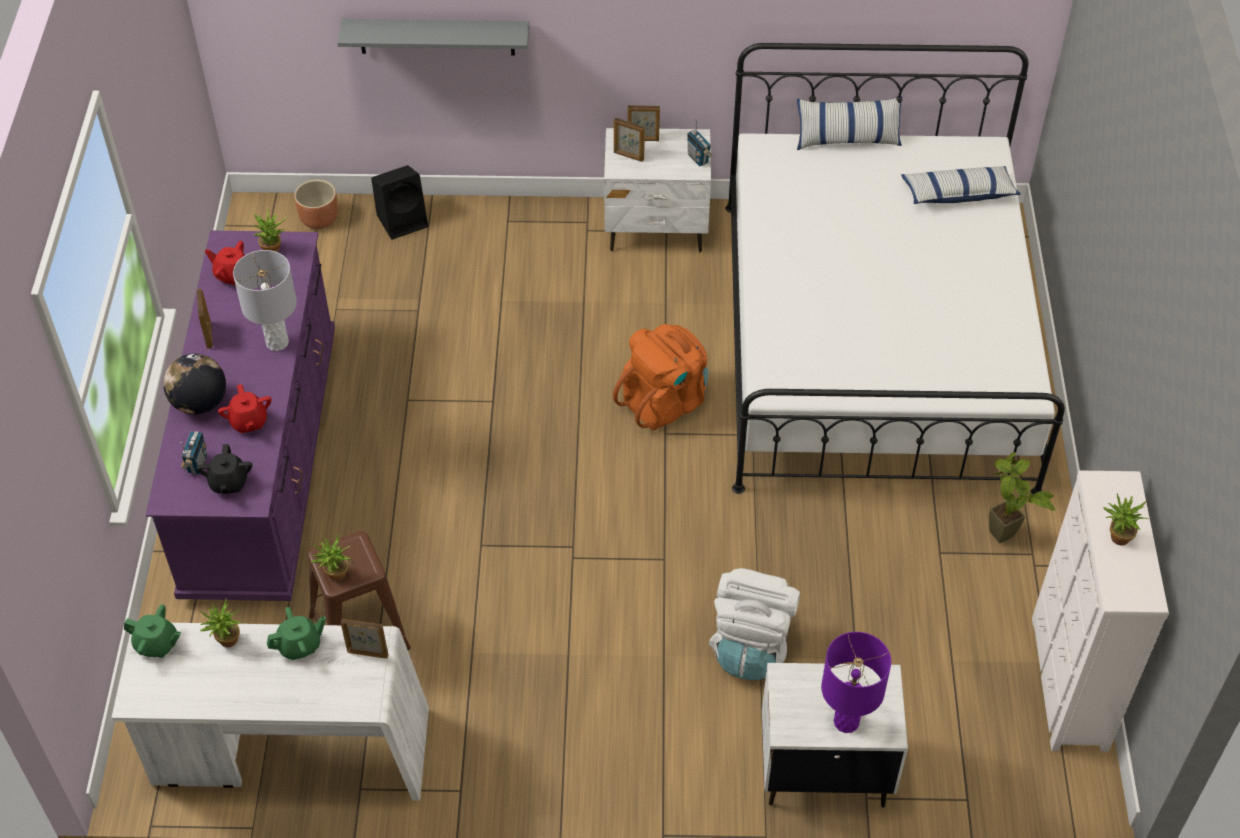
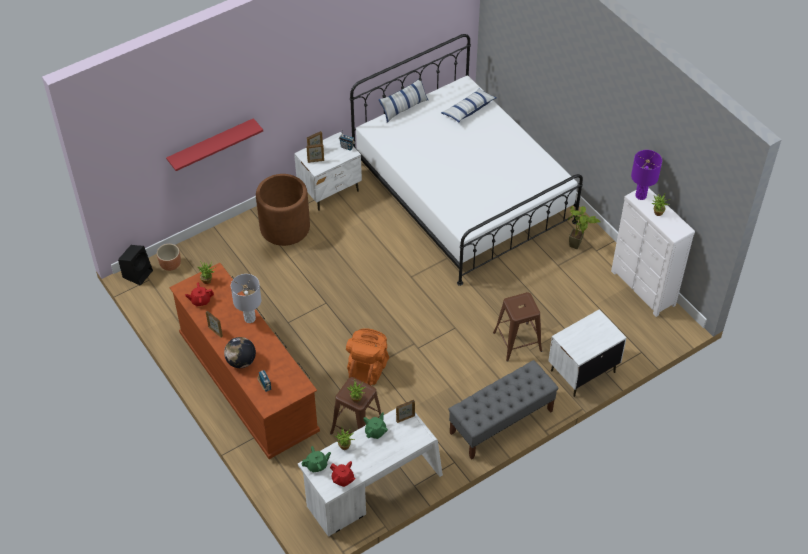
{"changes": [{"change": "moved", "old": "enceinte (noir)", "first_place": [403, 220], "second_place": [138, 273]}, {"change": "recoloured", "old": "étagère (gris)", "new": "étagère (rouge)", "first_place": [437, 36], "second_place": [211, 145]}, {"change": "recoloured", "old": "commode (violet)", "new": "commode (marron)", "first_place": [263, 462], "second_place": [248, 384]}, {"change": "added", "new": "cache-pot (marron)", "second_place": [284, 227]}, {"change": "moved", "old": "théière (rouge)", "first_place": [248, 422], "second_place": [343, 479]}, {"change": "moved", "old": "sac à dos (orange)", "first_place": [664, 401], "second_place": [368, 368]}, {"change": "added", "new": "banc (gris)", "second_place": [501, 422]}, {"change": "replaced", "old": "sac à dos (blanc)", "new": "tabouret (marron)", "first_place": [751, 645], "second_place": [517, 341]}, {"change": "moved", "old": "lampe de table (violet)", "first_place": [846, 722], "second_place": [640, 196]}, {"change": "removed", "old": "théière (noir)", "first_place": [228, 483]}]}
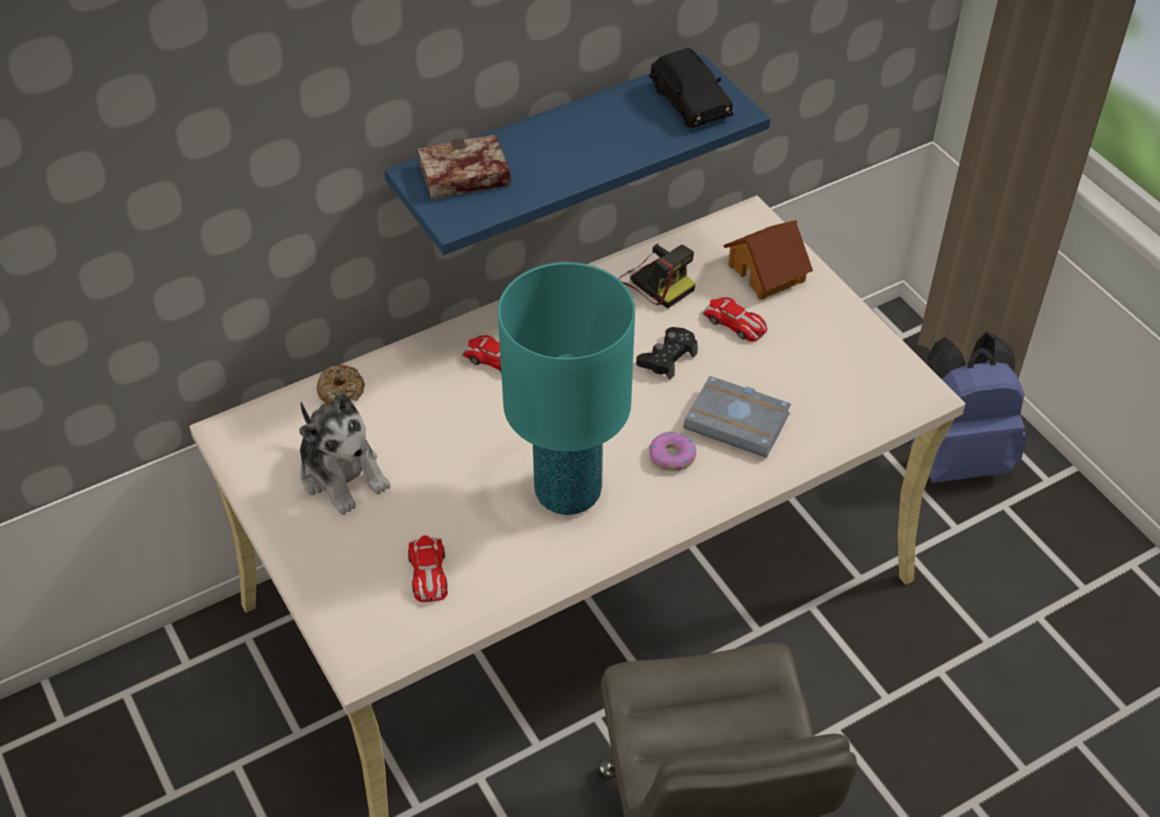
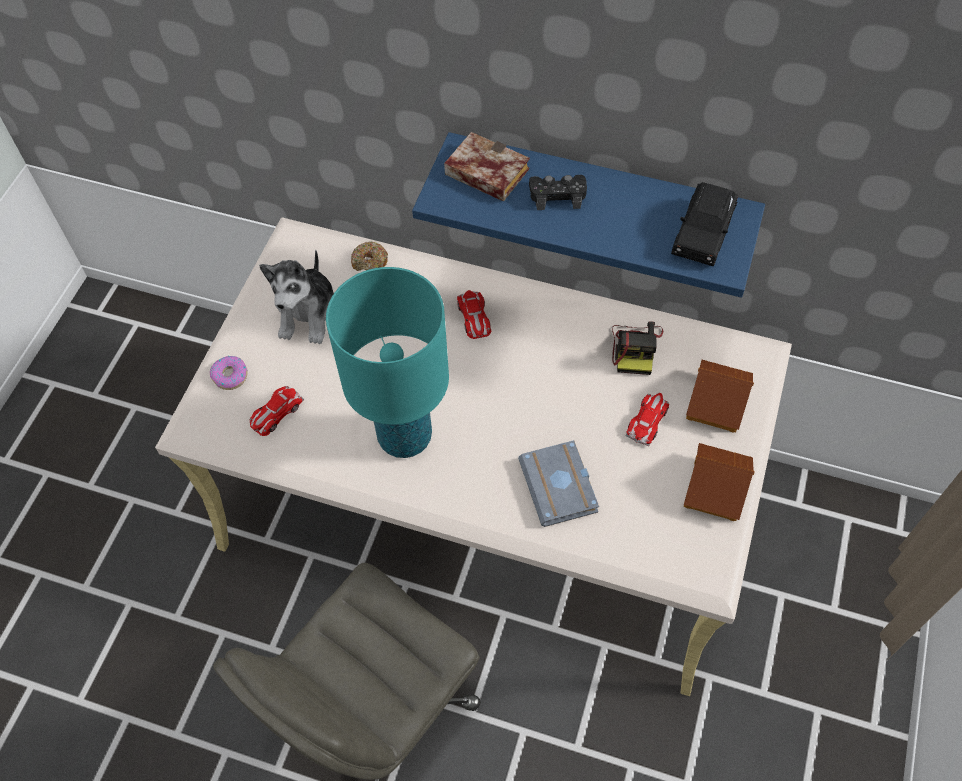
{"changes": [{"change": "moved", "old": "beignet", "first_place": [672, 456], "second_place": [230, 376]}, {"change": "moved", "old": "manette (noir)", "first_place": [667, 358], "second_place": [557, 195]}, {"change": "turned", "old": "petite voiture", "first_place": [735, 323], "second_place": [648, 420], "degrees": -150}, {"change": "added", "new": "maison miniature", "second_place": [716, 490]}, {"change": "removed", "old": "sac à dos (bleu)", "first_place": [956, 458]}]}
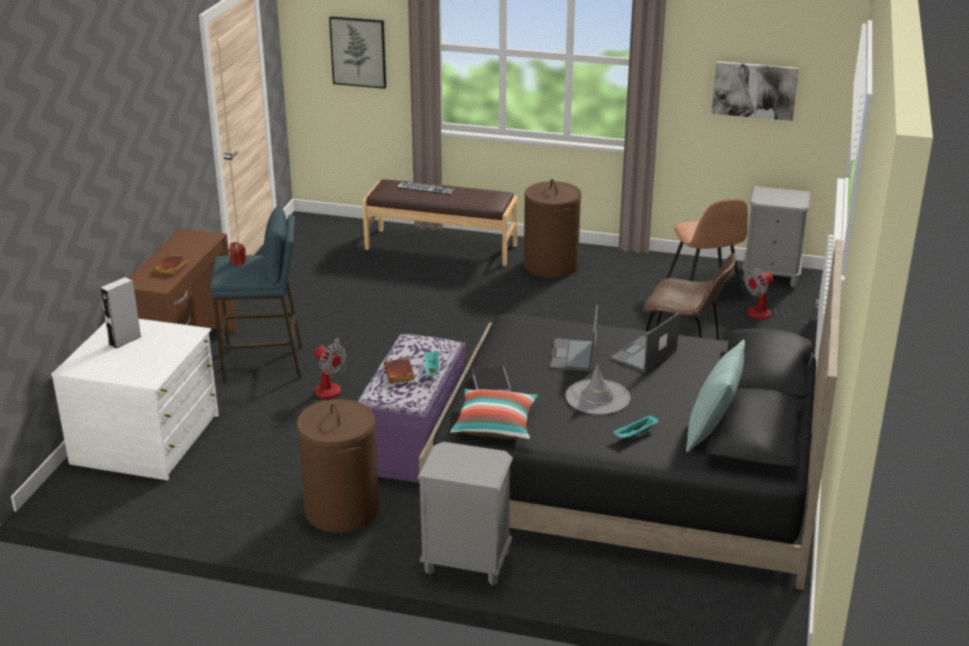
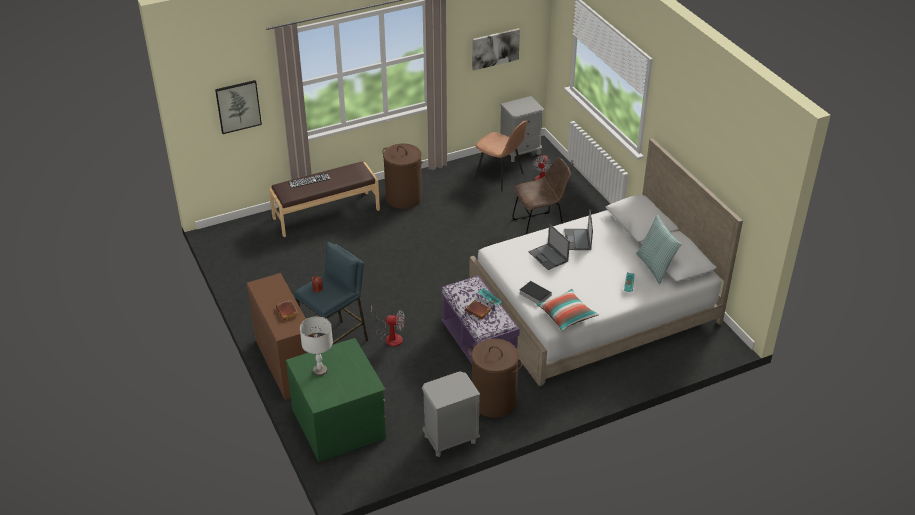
{"changes": [{"change": "recoloured", "old": "commode (blanc)", "new": "commode (vert)", "first_place": [148, 439], "second_place": [340, 423]}, {"change": "replaced", "old": "enceinte (gris)", "new": "lampe de table (gris)", "first_place": [125, 340], "second_place": [320, 371]}, {"change": "moved", "old": "table de chevet (gris)", "first_place": [466, 562], "second_place": [450, 439]}, {"change": "recoloured", "old": "lit (noir)", "new": "lit (blanc)", "first_place": [628, 476], "second_place": [594, 307]}, {"change": "removed", "old": "chapeau (gris)", "first_place": [597, 397]}]}
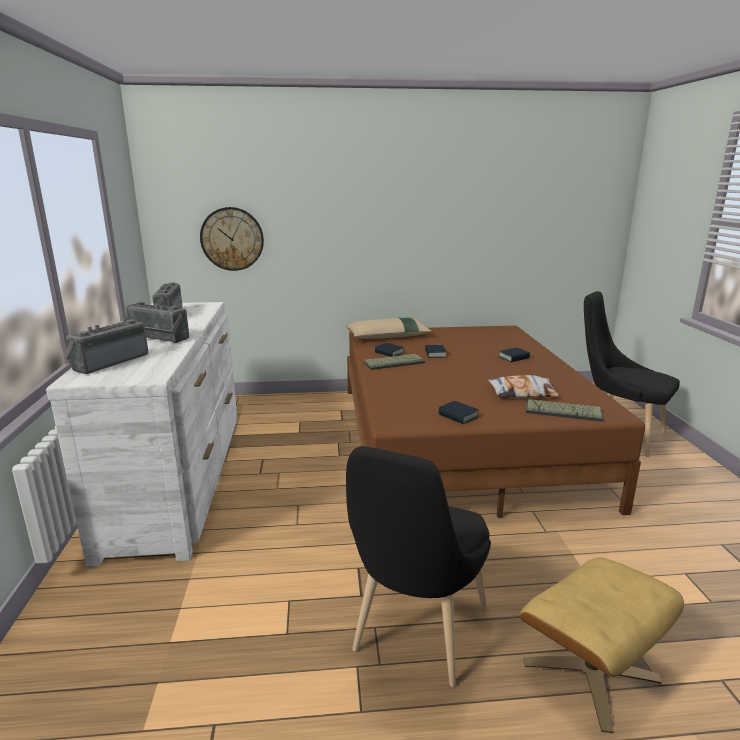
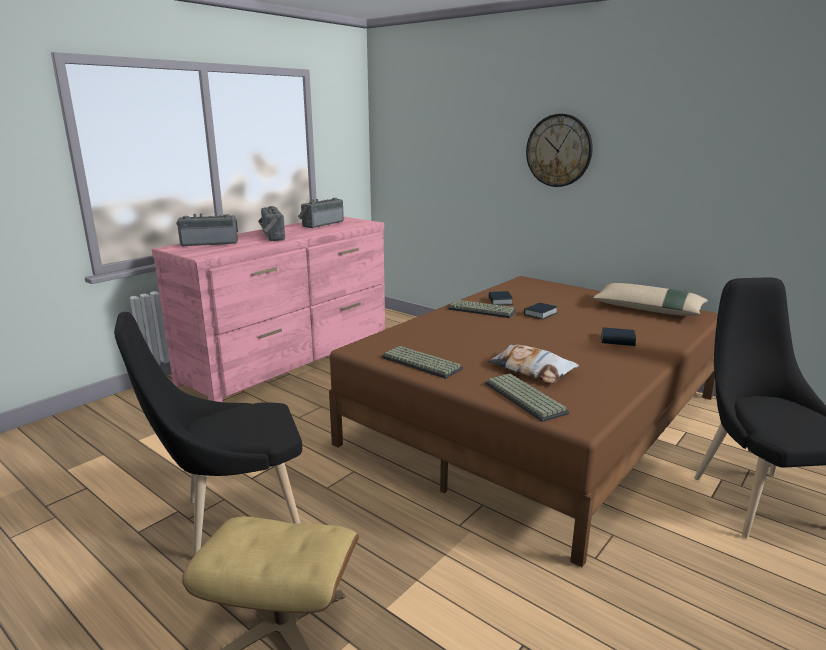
{"changes": [{"change": "recoloured", "old": "commode (blanc)", "new": "commode (rose)", "first_place": [179, 477], "second_place": [291, 358]}, {"change": "replaced", "old": "livre", "new": "clavier", "first_place": [458, 416], "second_place": [419, 363]}, {"change": "moved", "old": "horloge murale", "first_place": [232, 239], "second_place": [559, 150]}, {"change": "moved", "old": "coussin (beige)", "first_place": [388, 337], "second_place": [648, 309]}]}
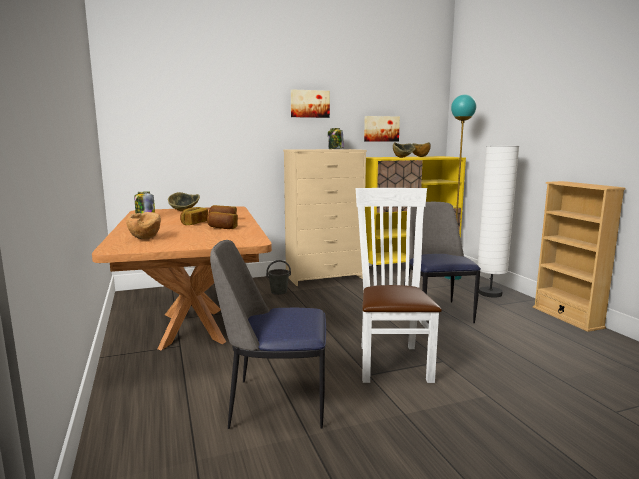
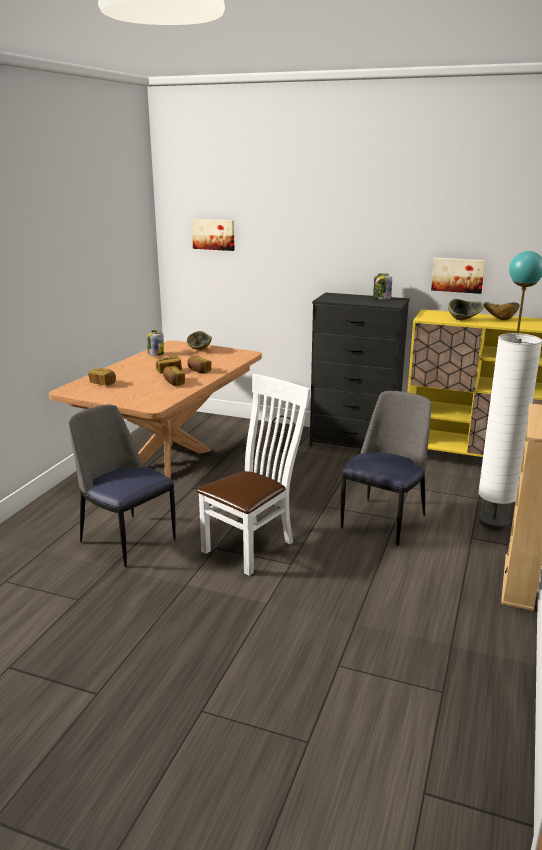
{"changes": [{"change": "replaced", "old": "bol (marron)", "new": "pain", "first_place": [145, 238], "second_place": [103, 383]}, {"change": "moved", "old": "tableau", "first_place": [309, 104], "second_place": [213, 234]}, {"change": "recoloured", "old": "commode (beige)", "new": "commode (noir)", "first_place": [324, 277], "second_place": [355, 444]}]}
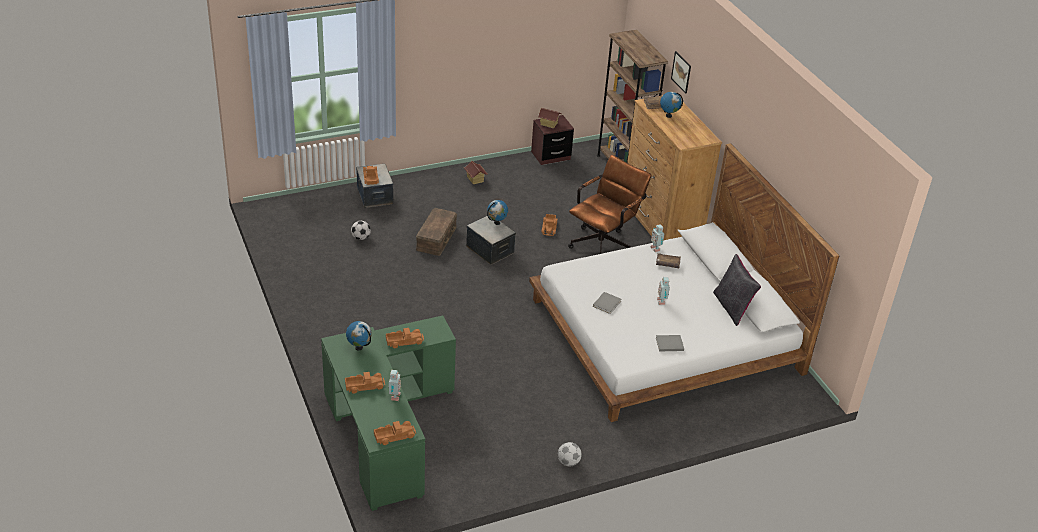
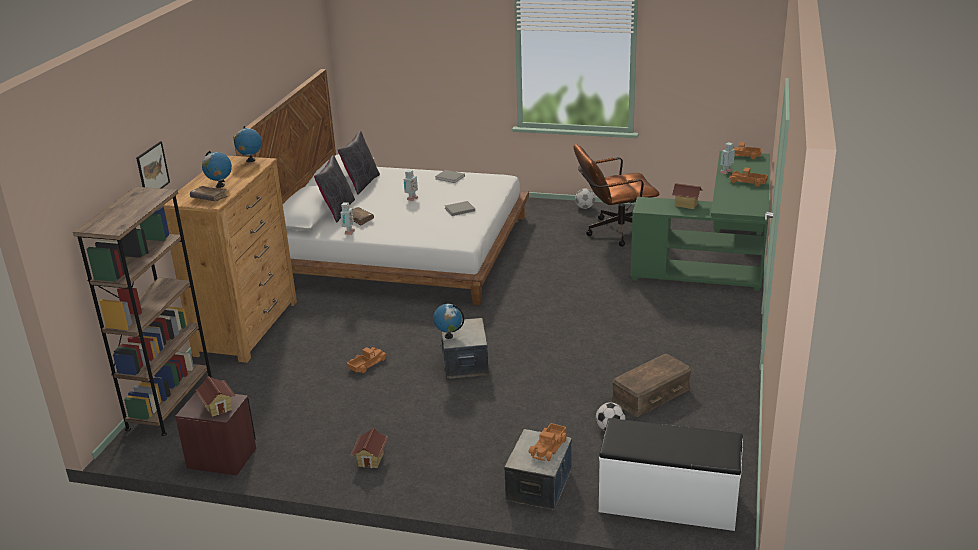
{"changes": [{"change": "moved", "old": "globe", "first_place": [359, 347], "second_place": [250, 160]}, {"change": "added", "new": "coussin (noir)", "second_place": [337, 210]}, {"change": "moved", "old": "chaise de bureau (marron)", "first_place": [604, 242], "second_place": [614, 232]}, {"change": "added", "new": "banc (blanc)", "second_place": [668, 502]}, {"change": "moved", "old": "boîte de rangement (marron)", "first_place": [436, 238], "second_place": [651, 395]}, {"change": "replaced", "old": "camion jouet", "new": "maison miniature", "first_place": [404, 341], "second_place": [686, 205]}]}
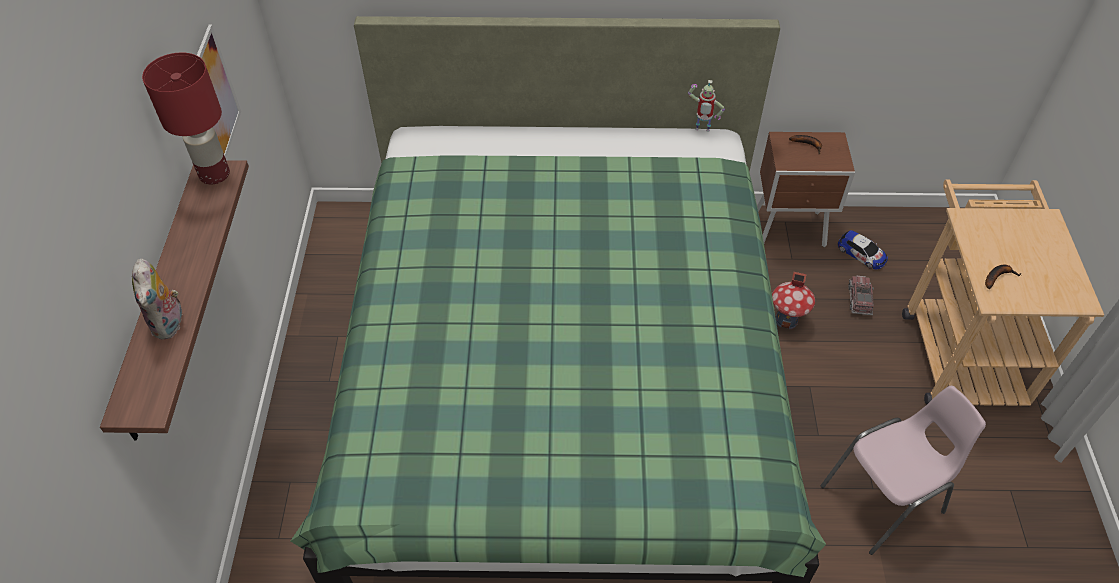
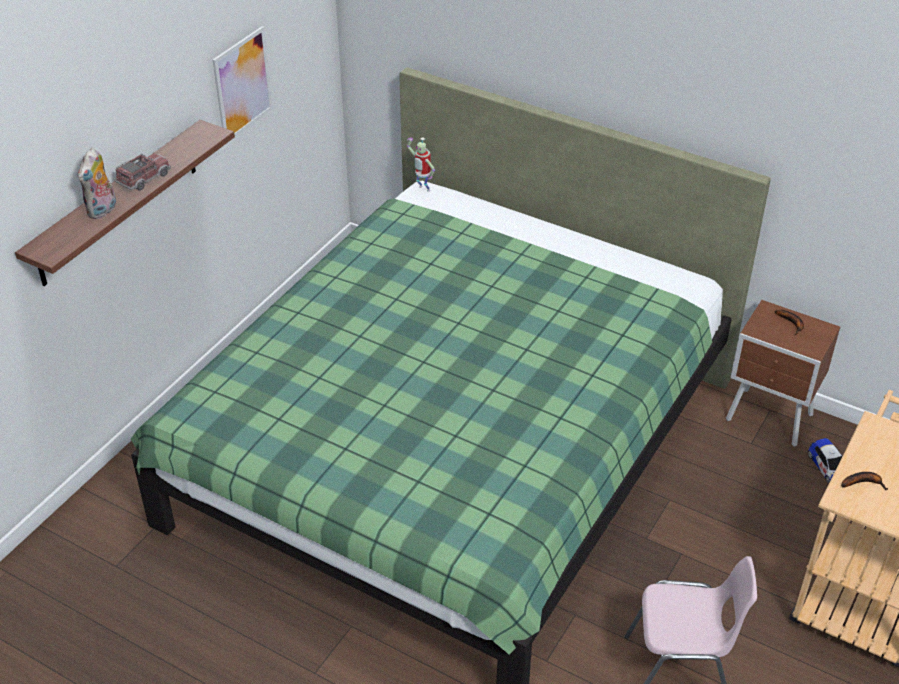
{"changes": [{"change": "moved", "old": "camion jouet", "first_place": [859, 300], "second_place": [144, 179]}, {"change": "moved", "old": "robot jouet", "first_place": [701, 131], "second_place": [422, 189]}, {"change": "removed", "old": "lampe de table (rouge)", "first_place": [214, 173]}, {"change": "removed", "old": "maison miniature", "first_place": [786, 320]}]}
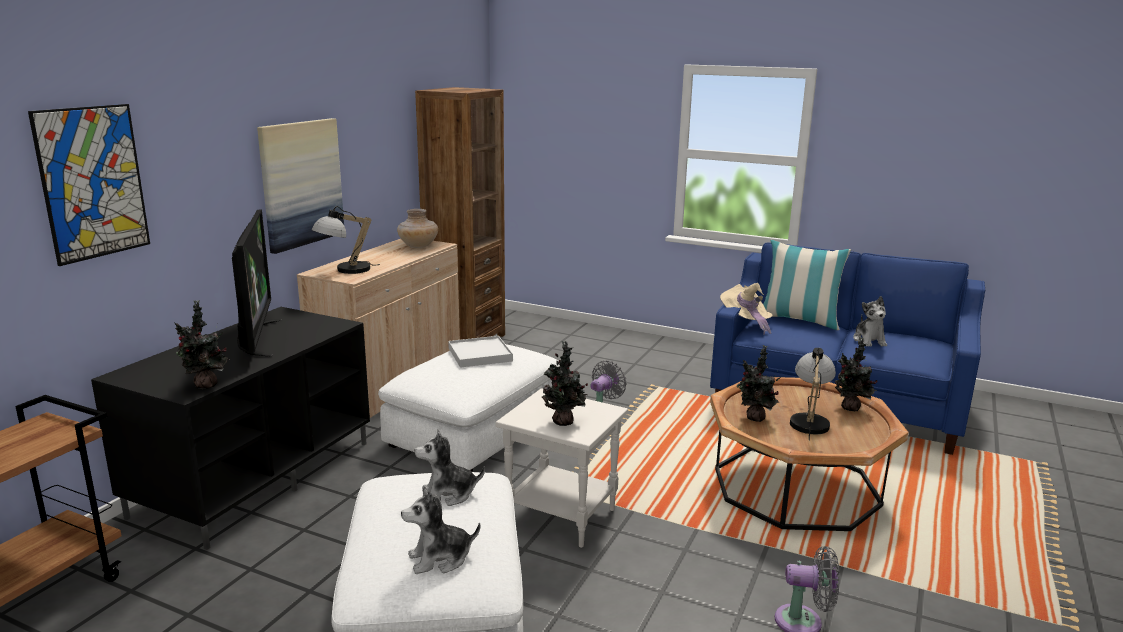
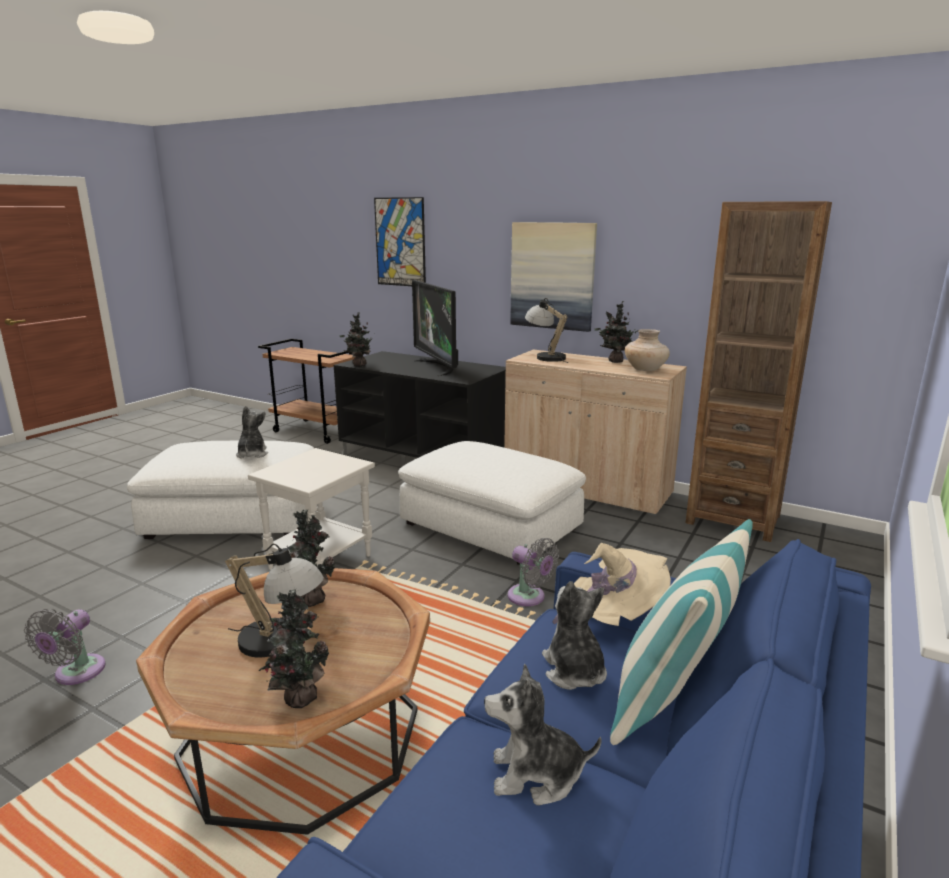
{"changes": [{"change": "turned", "old": "téléviseur", "first_place": [255, 338], "second_place": [438, 367], "degrees": 75}, {"change": "moved", "old": "peluche", "first_place": [440, 559], "second_place": [574, 671]}, {"change": "moved", "old": "plante en pot", "first_place": [564, 423], "second_place": [614, 361]}, {"change": "removed", "old": "plateau (blanc)", "first_place": [480, 355]}]}
